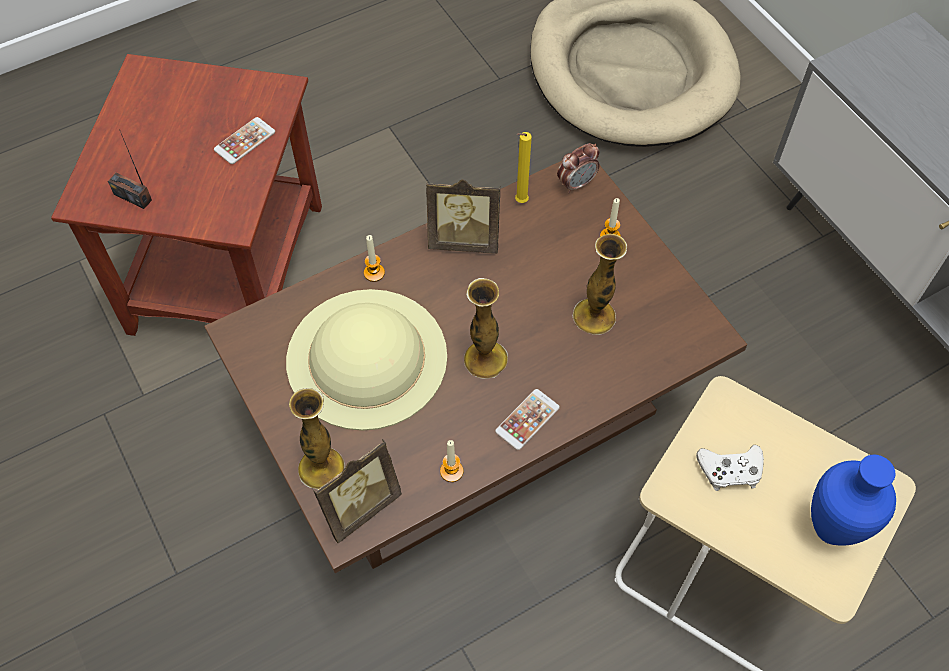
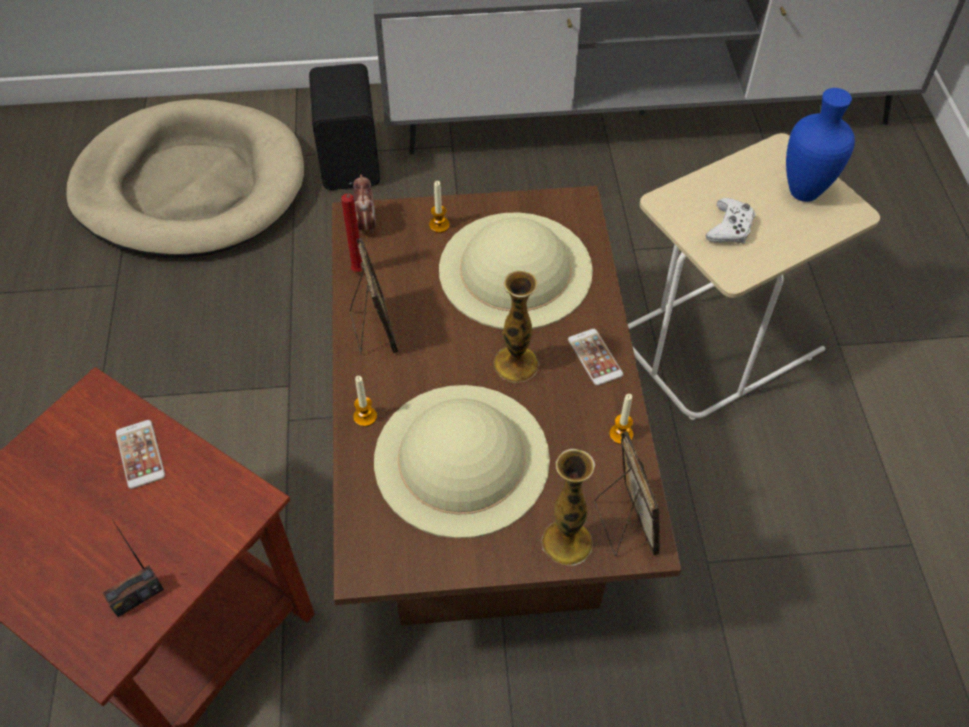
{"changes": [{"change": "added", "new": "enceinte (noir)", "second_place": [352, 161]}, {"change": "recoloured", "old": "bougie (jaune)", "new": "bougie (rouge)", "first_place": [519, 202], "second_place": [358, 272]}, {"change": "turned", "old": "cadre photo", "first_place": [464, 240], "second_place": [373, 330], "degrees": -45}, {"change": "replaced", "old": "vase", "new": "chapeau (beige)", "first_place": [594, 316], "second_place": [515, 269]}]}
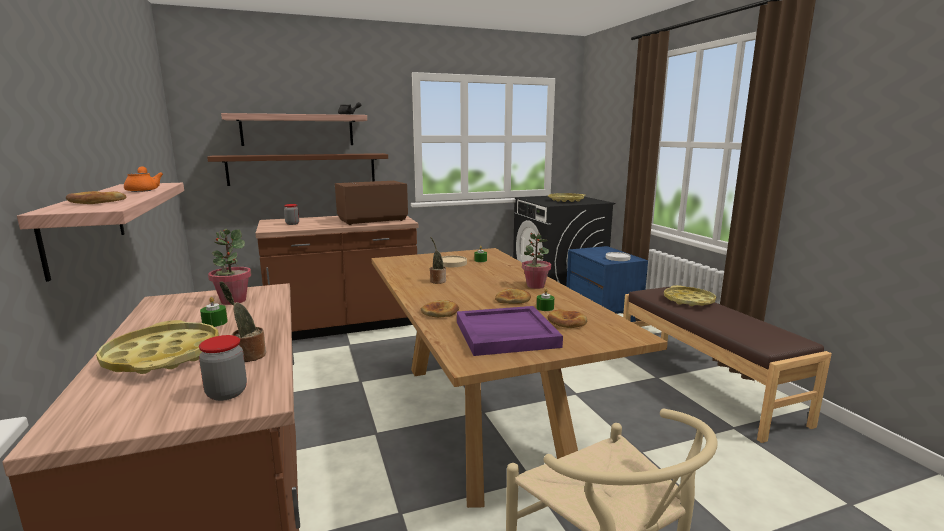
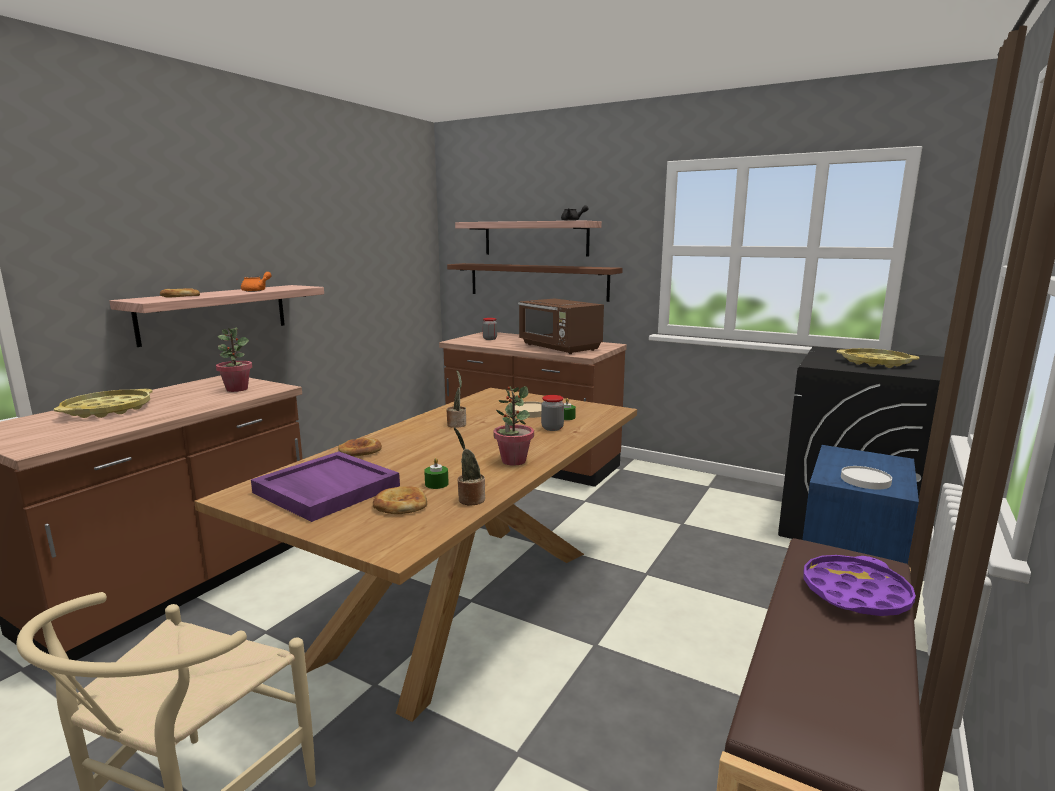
{"changes": [{"change": "moved", "old": "plante en pot", "first_place": [248, 356], "second_place": [470, 499]}, {"change": "turned", "old": "micro-ondes (marron)", "first_place": [371, 220], "second_place": [559, 347], "degrees": -150}, {"change": "moved", "old": "bocal", "first_place": [226, 393], "second_place": [552, 428]}, {"change": "recoloured", "old": "plateau (jaune)", "new": "plateau (violet)", "first_place": [688, 300], "second_place": [855, 593]}, {"change": "removed", "old": "bougie (vert)", "first_place": [215, 322]}, {"change": "removed", "old": "pain", "first_place": [513, 299]}]}
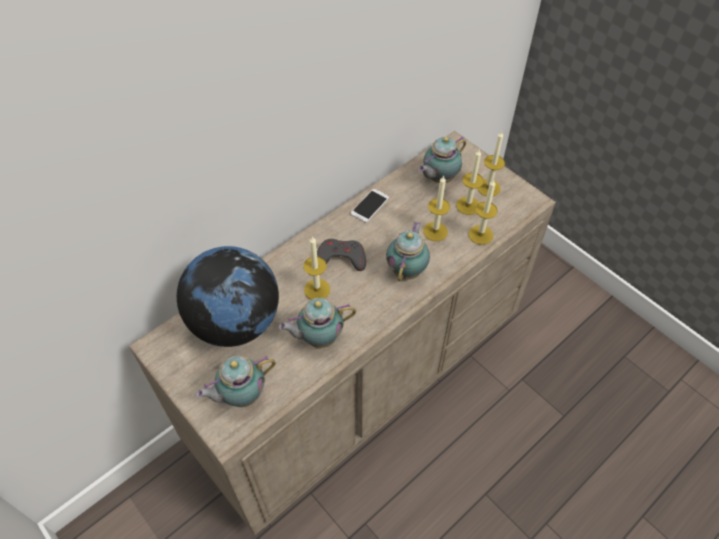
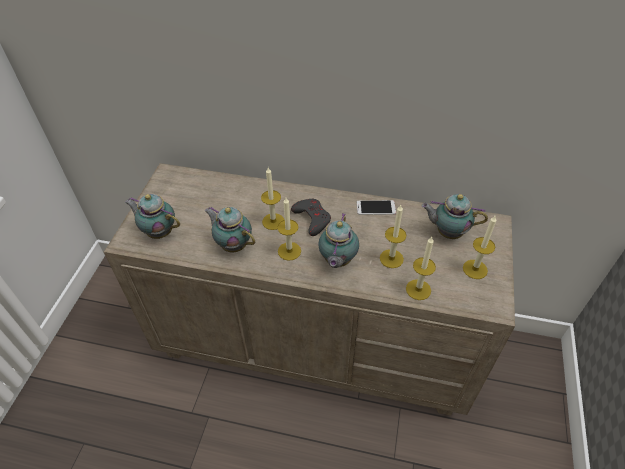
{"changes": [{"change": "moved", "old": "bougie", "first_place": [468, 205], "second_place": [289, 251]}, {"change": "turned", "old": "théière", "first_place": [407, 270], "second_place": [337, 261], "degrees": 120}, {"change": "removed", "old": "globe", "first_place": [236, 322]}]}
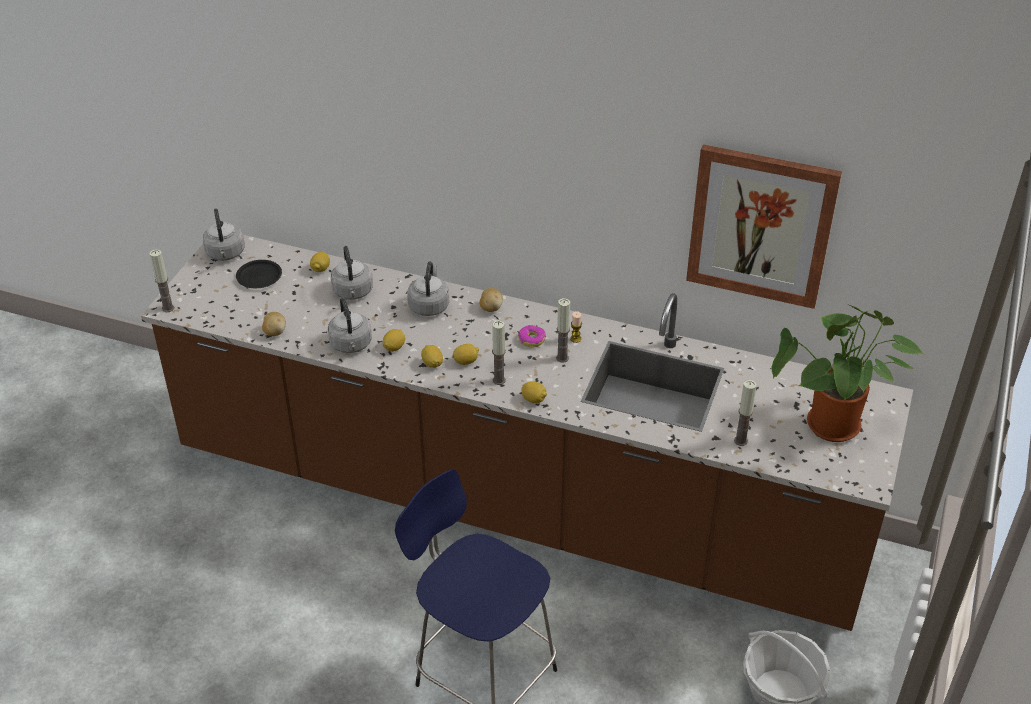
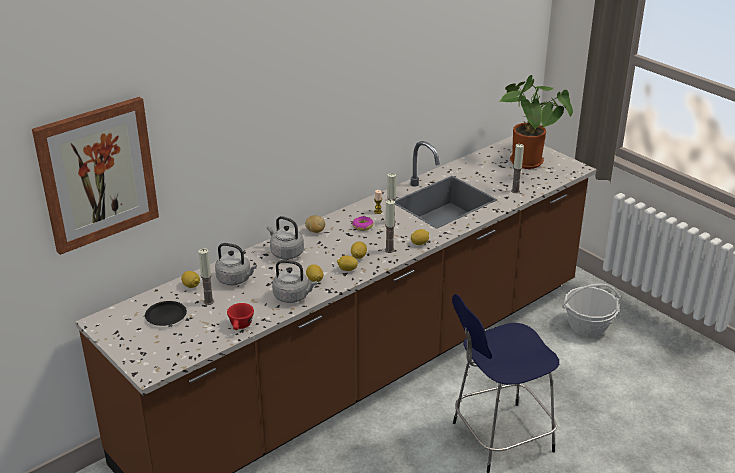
{"changes": [{"change": "moved", "old": "tableau", "first_place": [761, 226], "second_place": [97, 174]}, {"change": "moved", "old": "bougie", "first_place": [168, 308], "second_place": [208, 301]}, {"change": "replaced", "old": "pomme de terre", "new": "tasse (rouge)", "first_place": [274, 332], "second_place": [240, 326]}, {"change": "removed", "old": "bouilloire (gris)", "first_place": [225, 254]}]}
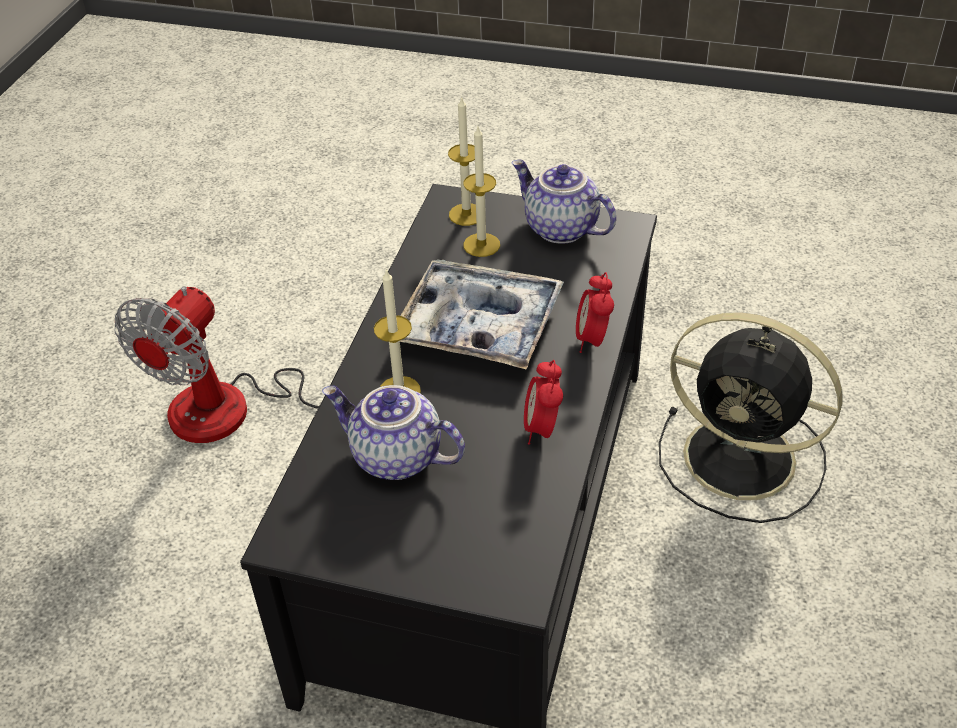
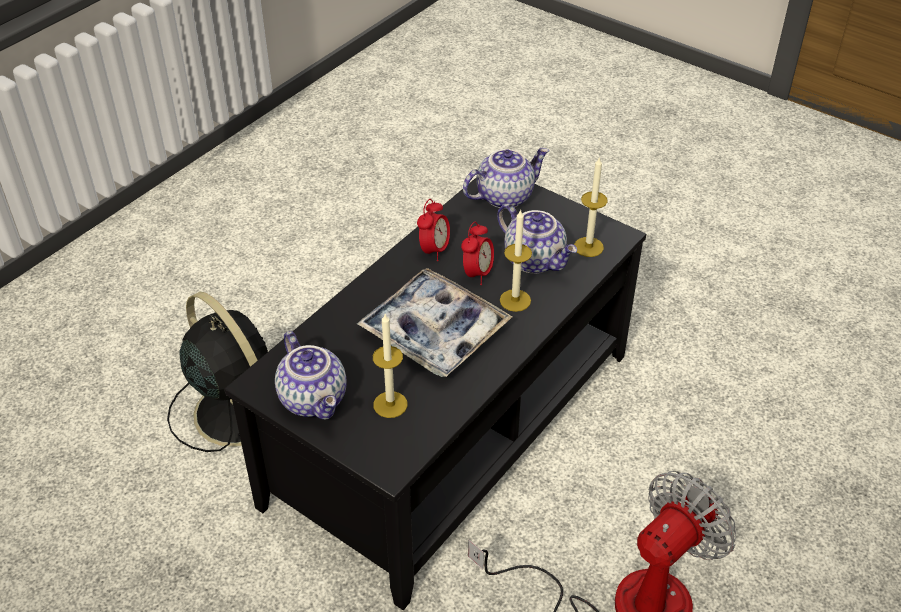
{"changes": [{"change": "moved", "old": "réveil", "first_place": [592, 340], "second_place": [477, 274]}, {"change": "added", "new": "théière", "second_place": [504, 196]}, {"change": "moved", "old": "bougie", "first_place": [466, 214], "second_place": [588, 247]}]}
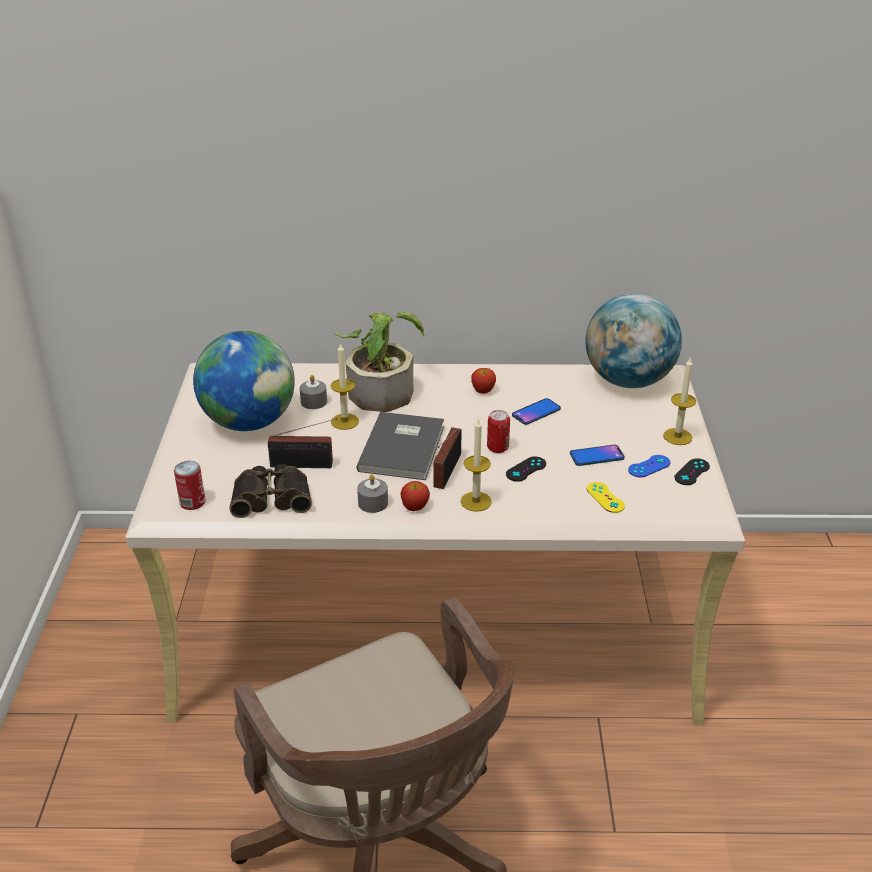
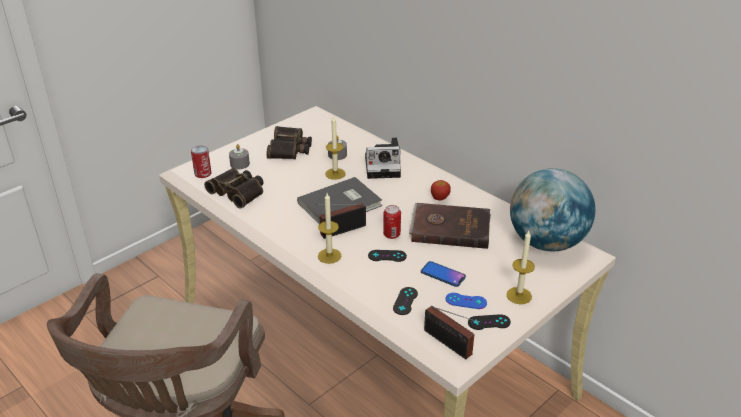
{"changes": [{"change": "moved", "old": "bougie (gris)", "first_place": [373, 503], "second_place": [240, 164]}, {"change": "replaced", "old": "globe", "new": "jumelles", "first_place": [249, 422], "second_place": [289, 149]}, {"change": "replaced", "old": "plante en pot", "new": "appareil photo", "first_place": [382, 388], "second_place": [384, 166]}, {"change": "recoloured", "old": "manette (jaune)", "new": "manette (noir)", "first_place": [605, 497], "second_place": [405, 301]}, {"change": "replaced", "old": "téléphone", "new": "livre (marron)", "first_place": [536, 412], "second_place": [450, 228]}, {"change": "moved", "old": "radio", "first_place": [305, 465], "second_place": [449, 344]}, {"change": "removed", "old": "pomme", "first_place": [415, 507]}]}
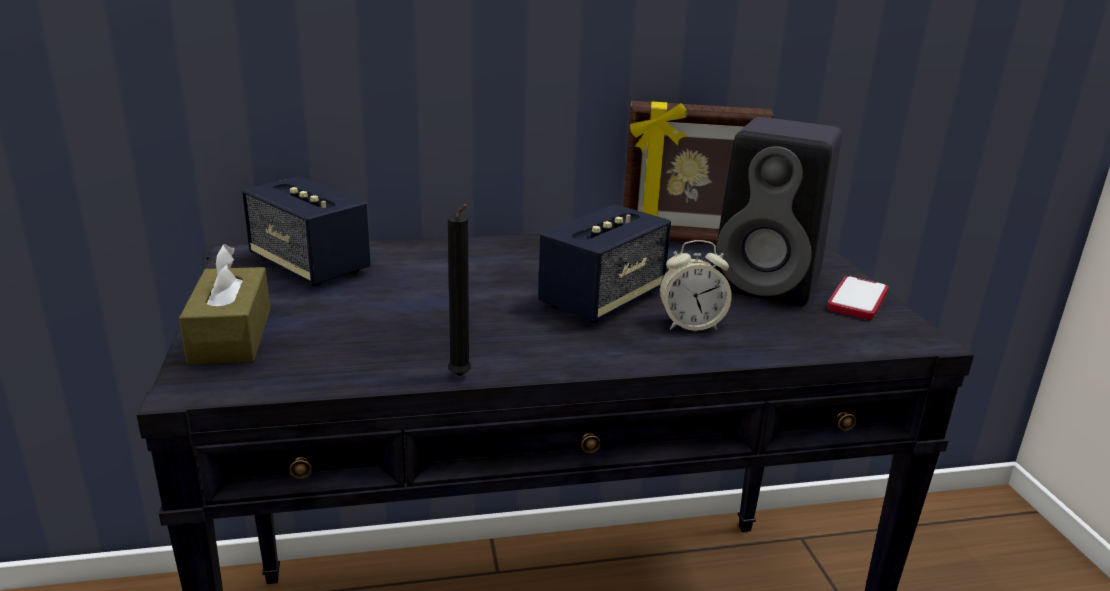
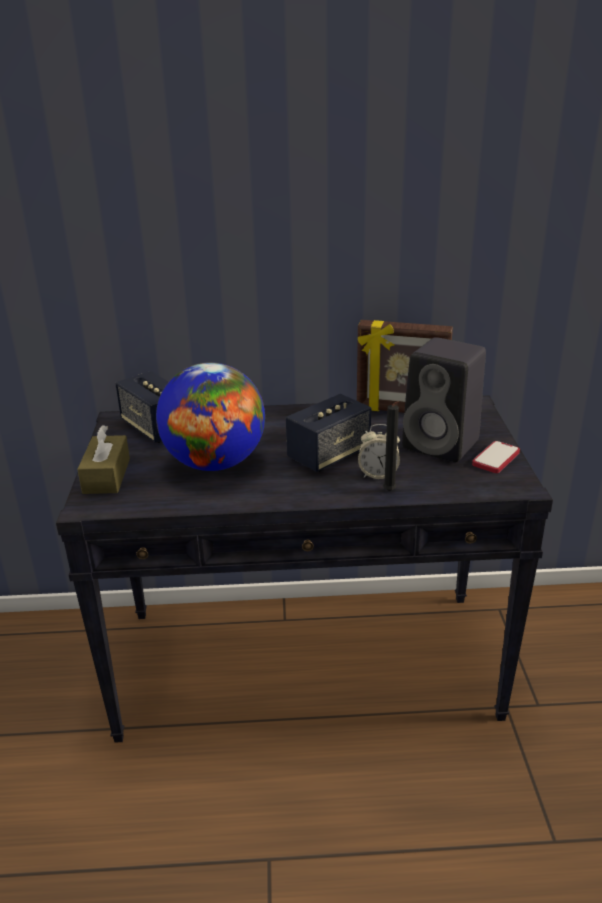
{"changes": [{"change": "added", "new": "globe", "second_place": [215, 463]}, {"change": "moved", "old": "bougie (noir)", "first_place": [461, 378], "second_place": [390, 492]}]}
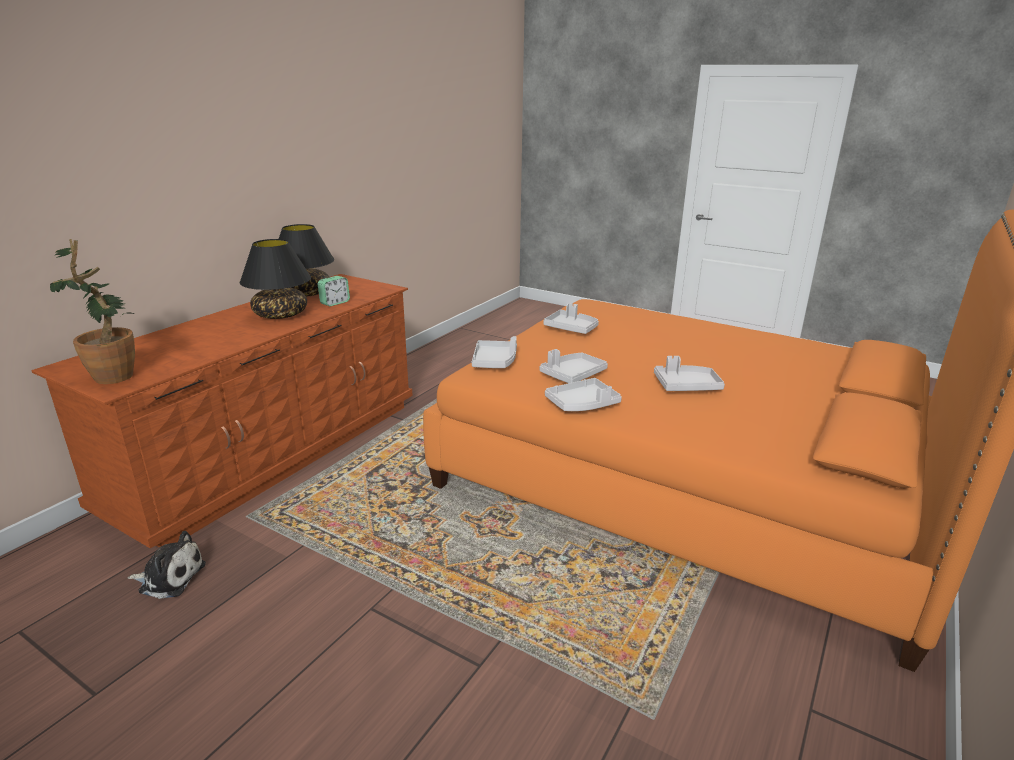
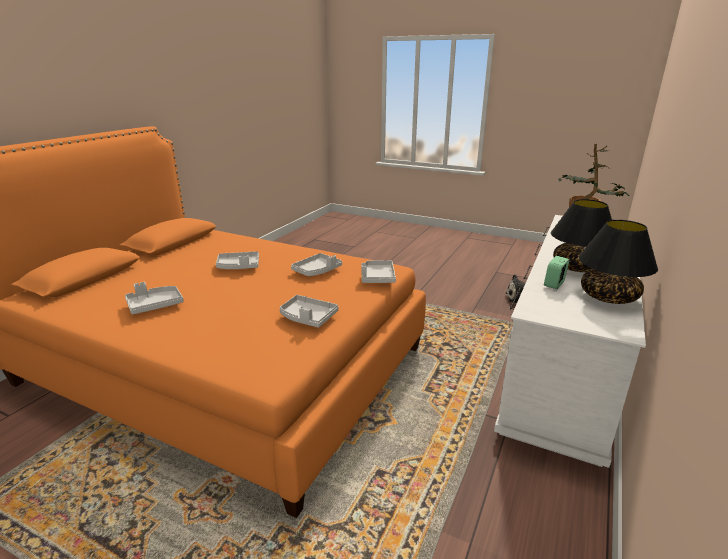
{"changes": [{"change": "moved", "old": "plateau (gris)", "first_place": [582, 404], "second_place": [155, 305]}, {"change": "recoloured", "old": "commode (marron)", "new": "commode (blanc)", "first_place": [274, 453], "second_place": [563, 367]}]}
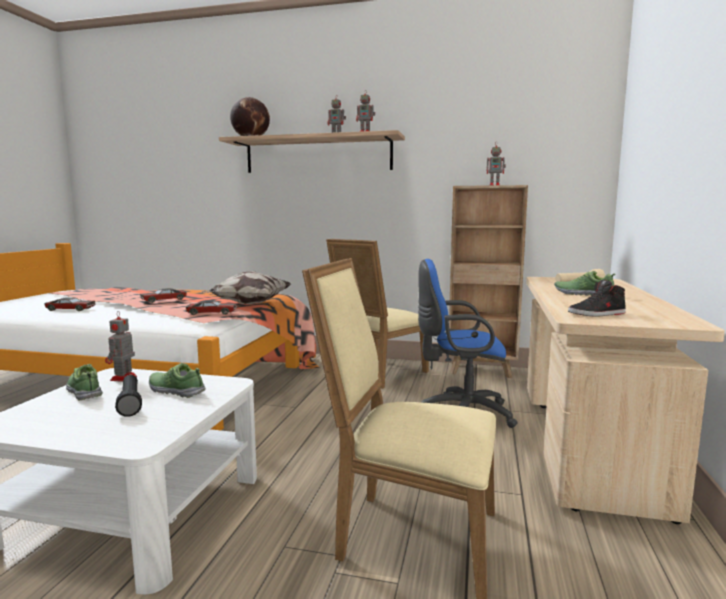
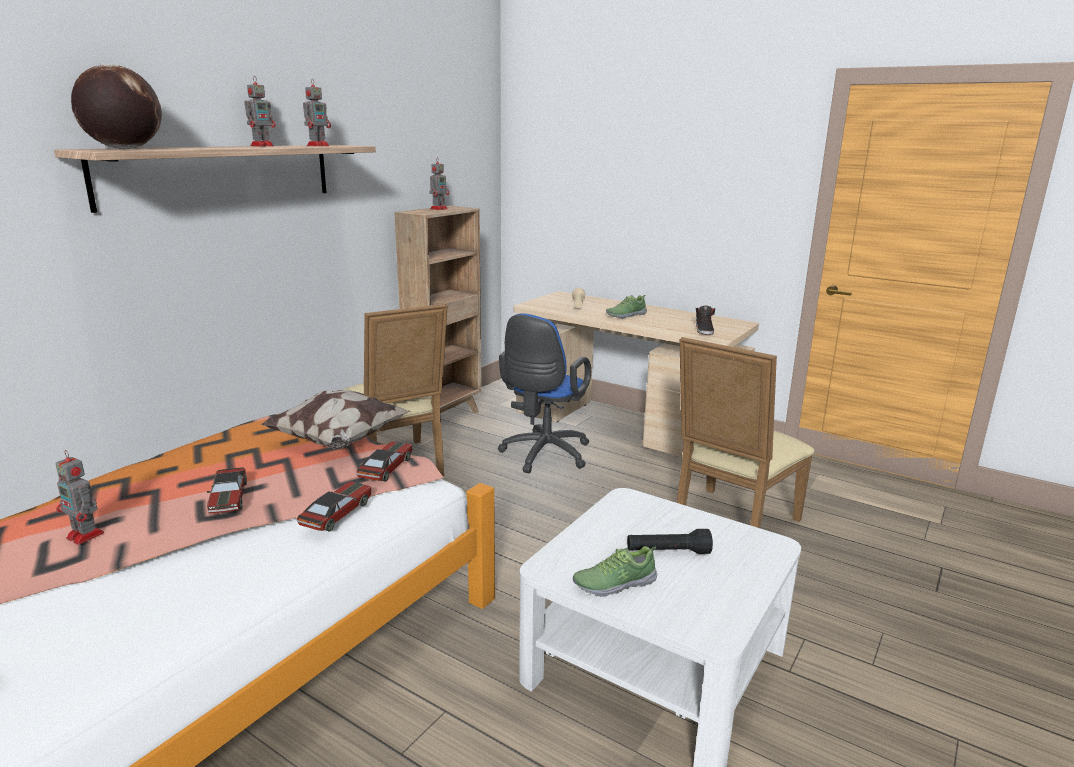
{"changes": [{"change": "moved", "old": "robot jouet", "first_place": [123, 379], "second_place": [86, 536]}, {"change": "moved", "old": "petite voiture", "first_place": [71, 309], "second_place": [336, 513]}, {"change": "removed", "old": "chaussure", "first_place": [176, 390]}]}
